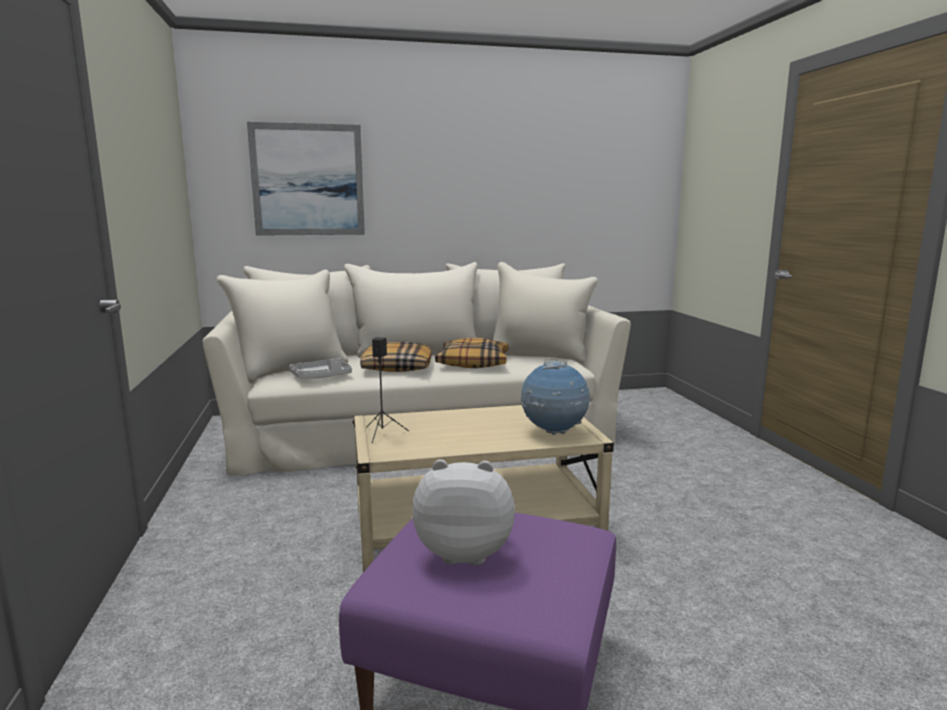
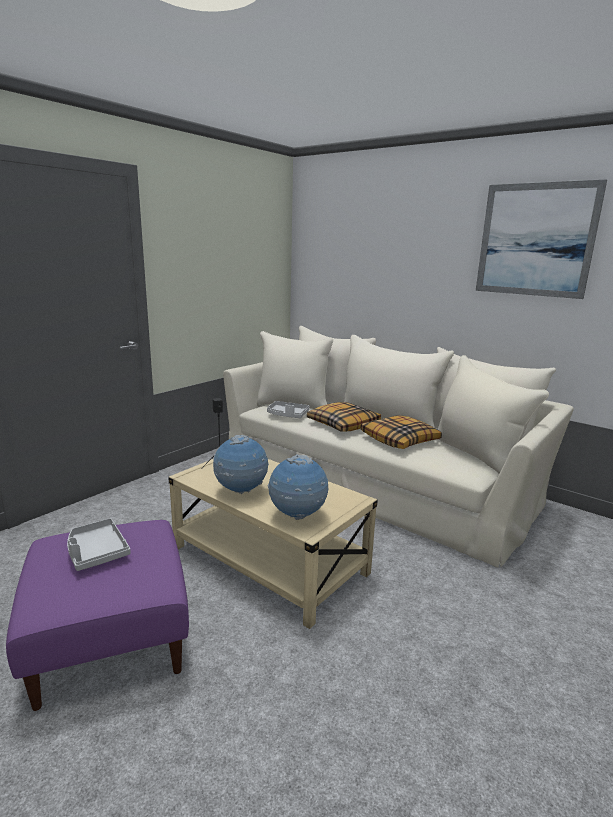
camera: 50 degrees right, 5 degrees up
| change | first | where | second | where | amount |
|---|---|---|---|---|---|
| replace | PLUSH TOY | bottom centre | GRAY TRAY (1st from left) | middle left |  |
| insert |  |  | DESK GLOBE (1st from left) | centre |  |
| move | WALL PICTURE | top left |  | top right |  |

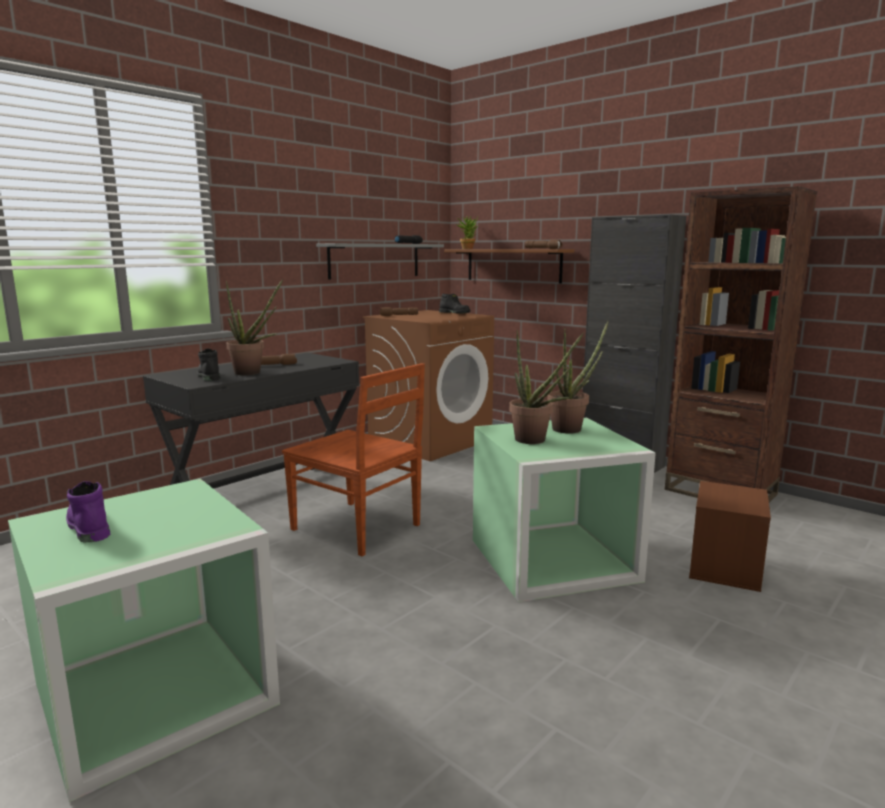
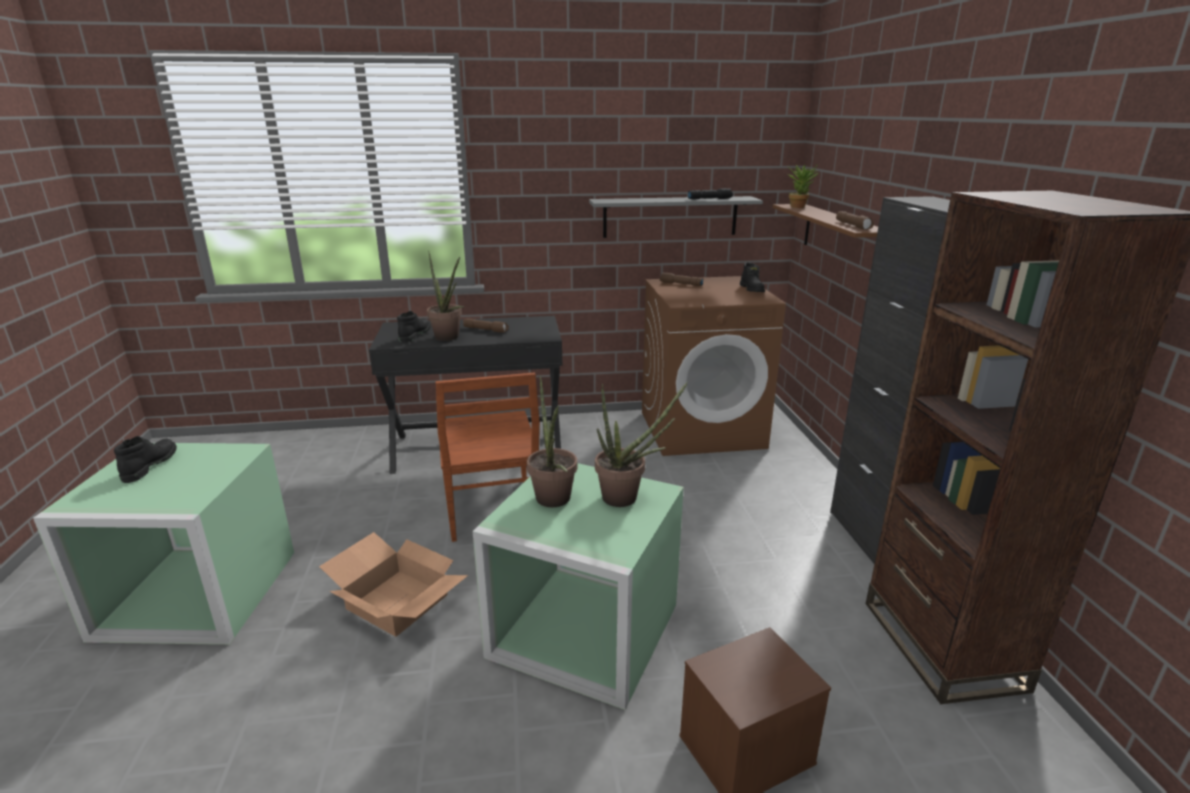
camera: 40 degrees right, 10 degrees up
| change | first | where | second | where | amount |
|---|---|---|---|---|---|
| recolor | PURPLE-COLOURED TALL BOOT | middle left | BLACK TALL BOOT (1st from left) | middle left |  |
| insert |  |  | PACKING BOX | bottom left |  |

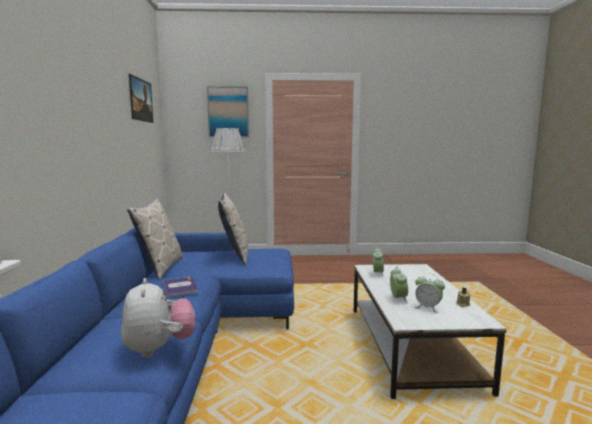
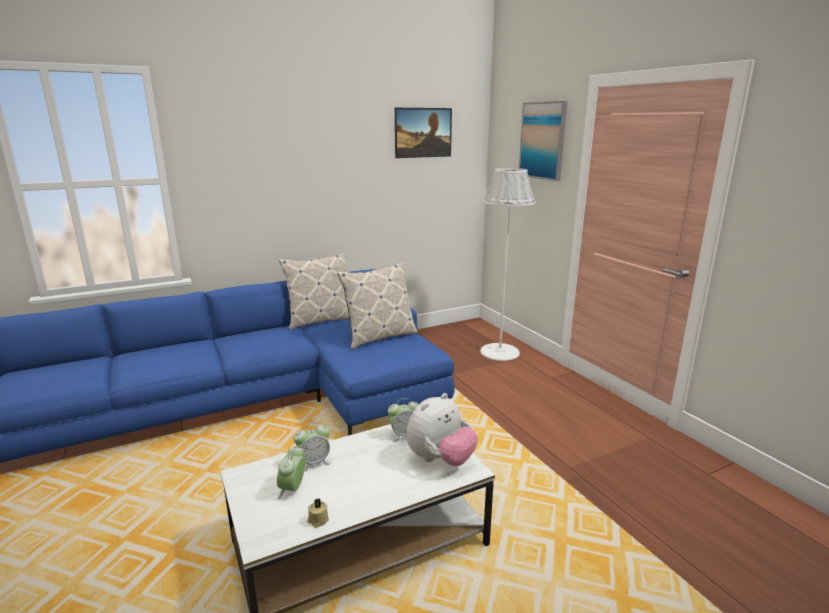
camera: 65 degrees right, 10 degrees up
| change | first | where | second | where | amount |
|---|---|---|---|---|---|
| move | PLUSH TOY | bottom left |  | bottom centre |  |
| delete | BOOK | bottom left |  |  |  |

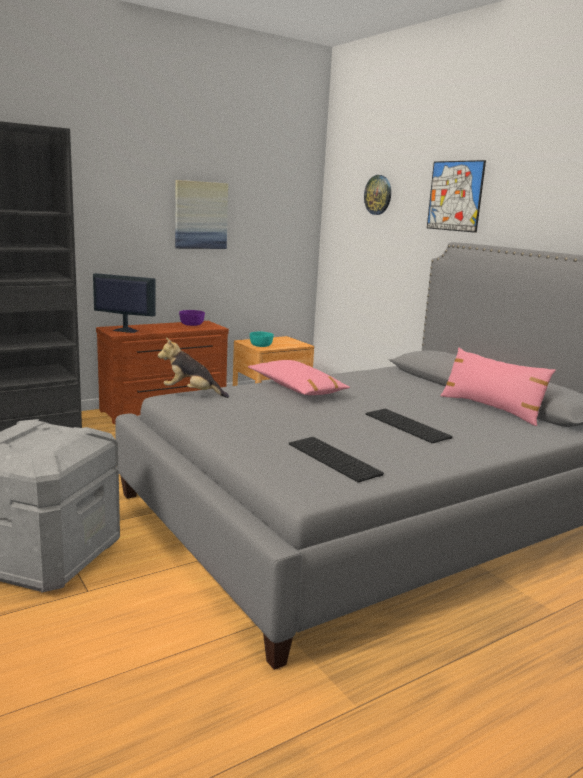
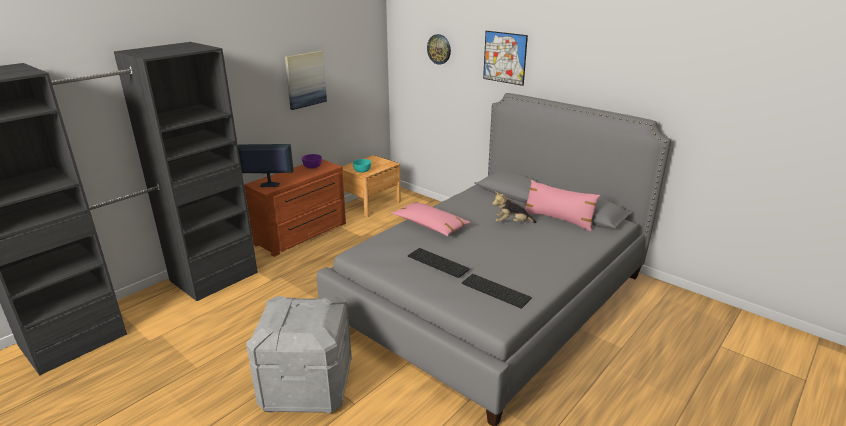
camera: 15 degrees left, 10 degrees up
| change | first | where | second | where | amount |
|---|---|---|---|---|---|
| move | COMPUTER KEYBOARD (2nd from left in the first image) | middle right | COMPUTER KEYBOARD (1st from left) | centre |  |
| move | PLUSH TOY | middle left |  | centre |  |

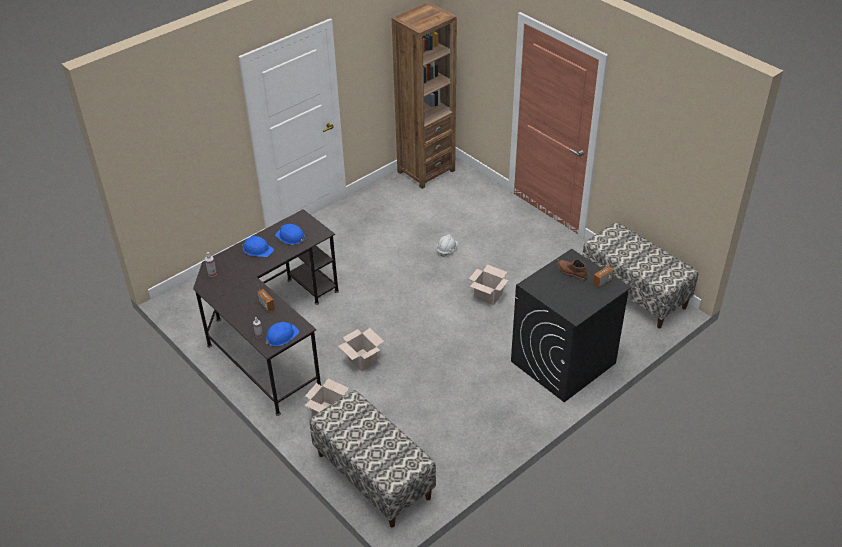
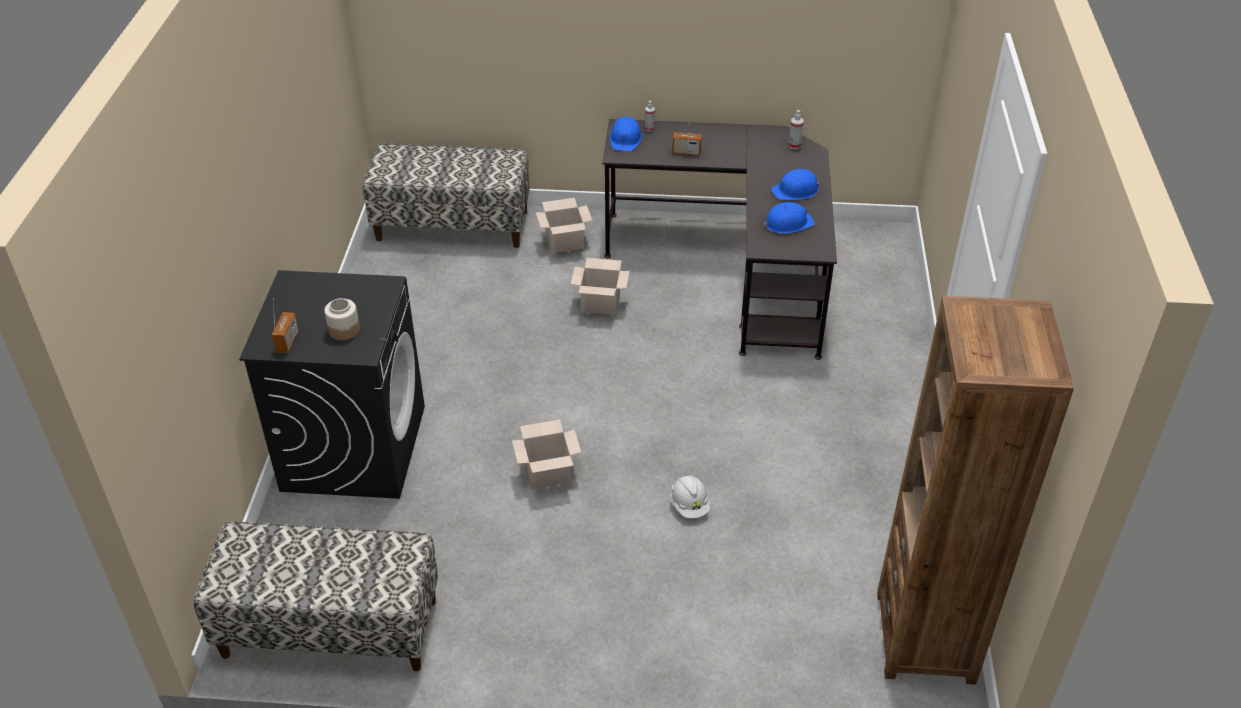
camera: 135 degrees right, 0 degrees up
| change | first | where | second | where | amount |
|---|---|---|---|---|---|
| replace | BROWNISH TALL BOOT | middle right | STORAGE JAR | middle left |  |

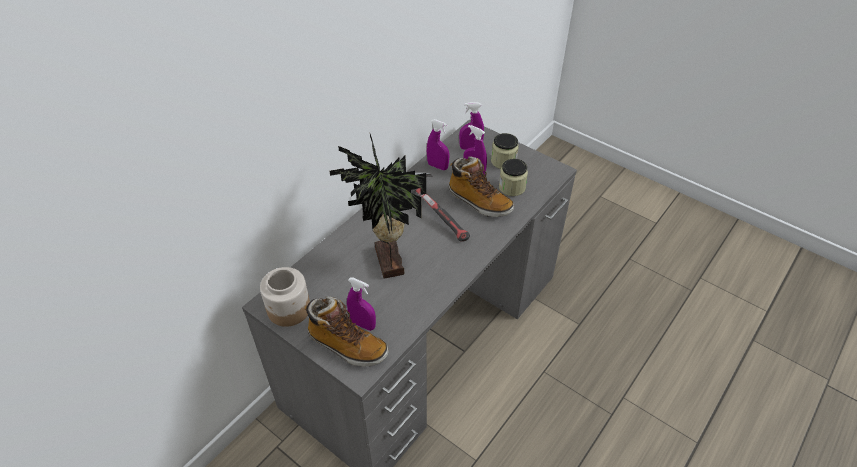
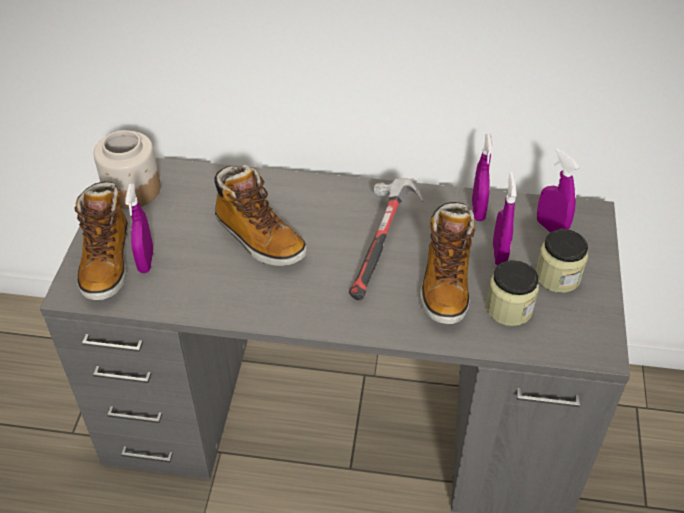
camera: 60 degrees right, 0 degrees up
| change | first | where | second | where | amount |
|---|---|---|---|---|---|
| replace | POTTED PLANT | centre | TALL BOOT (2nd from left) | centre |  |

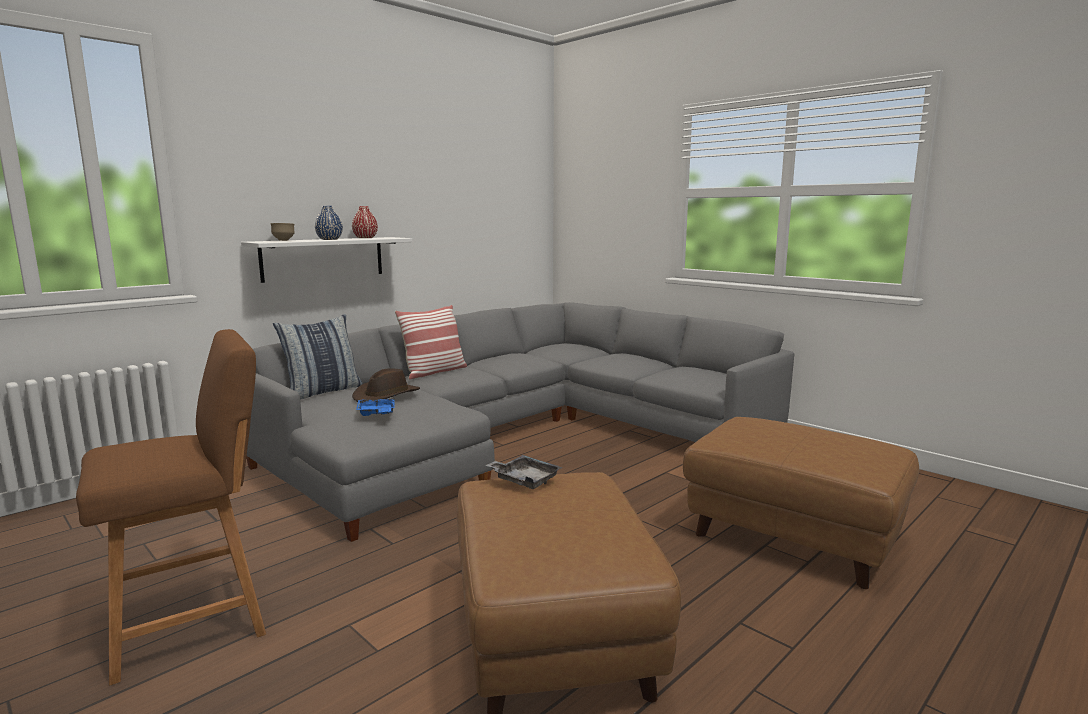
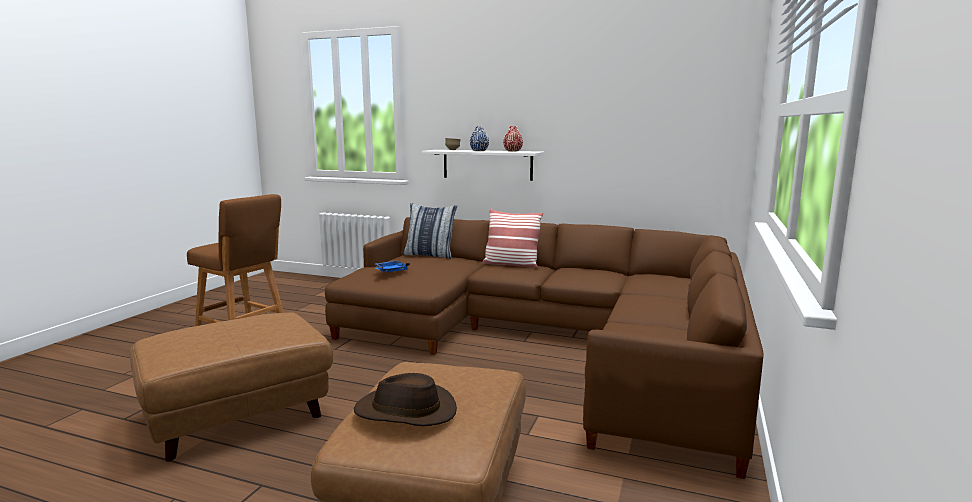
camera: 65 degrees right, 0 degrees up
| change | first | where | second | where | amount |
|---|---|---|---|---|---|
| recolor | GRAY SETTEE | centre | BROWNISH SETTEE | bottom centre |  |
| move | BROWNISH HAT | centre |  | bottom centre |  |
| delete | GRAY TRAY | centre |  |  |  |

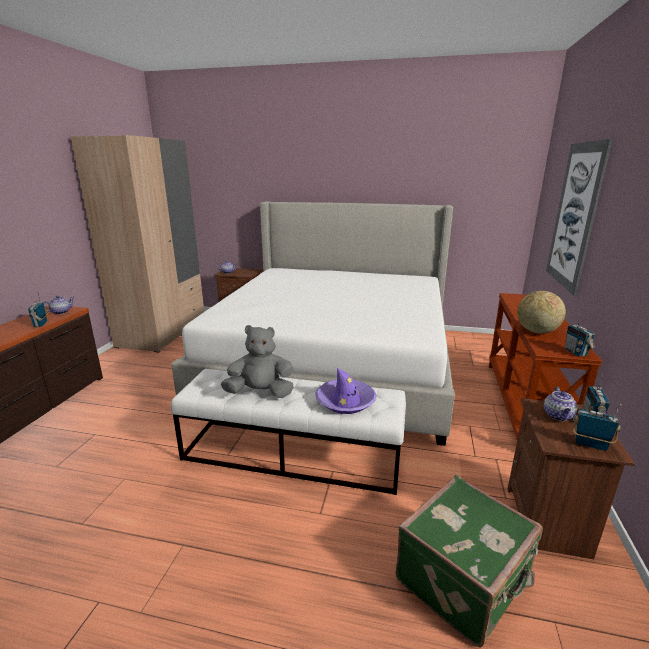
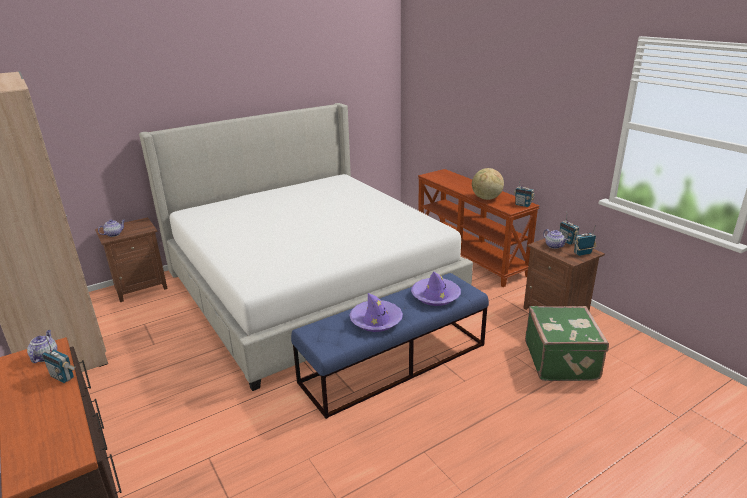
camera: 45 degrees left, 5 degrees up
| change | first | where | second | where | amount |
|---|---|---|---|---|---|
| recolor | WHITISH INDOOR BENCH | centre | BLUE-COLOURED INDOOR BENCH | bottom centre |  |
| replace | GRAY PLUSH TOY | centre | PURPLE-COLOURED HAT (1st from left) | centre |  |
| delete | WALL PICTURE | middle right |  |  |  |

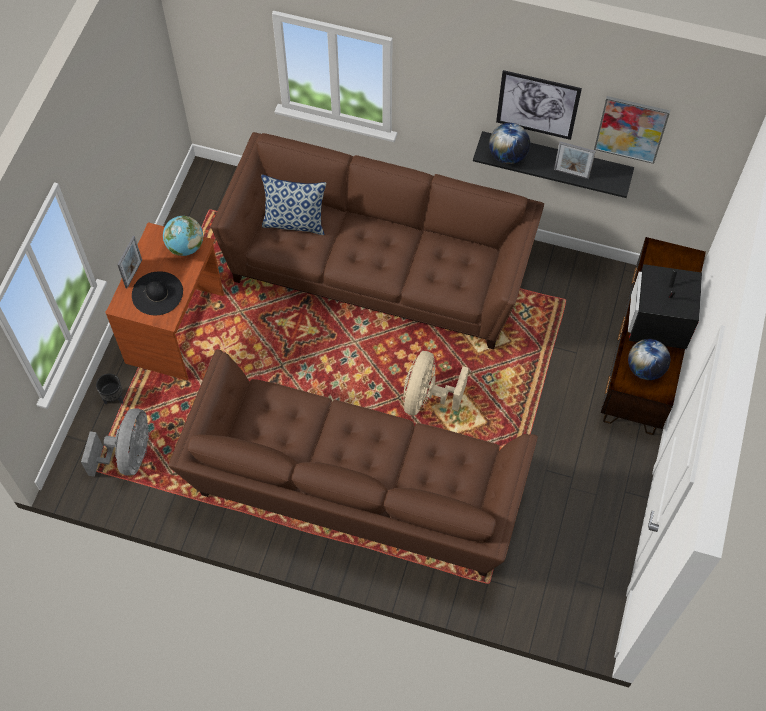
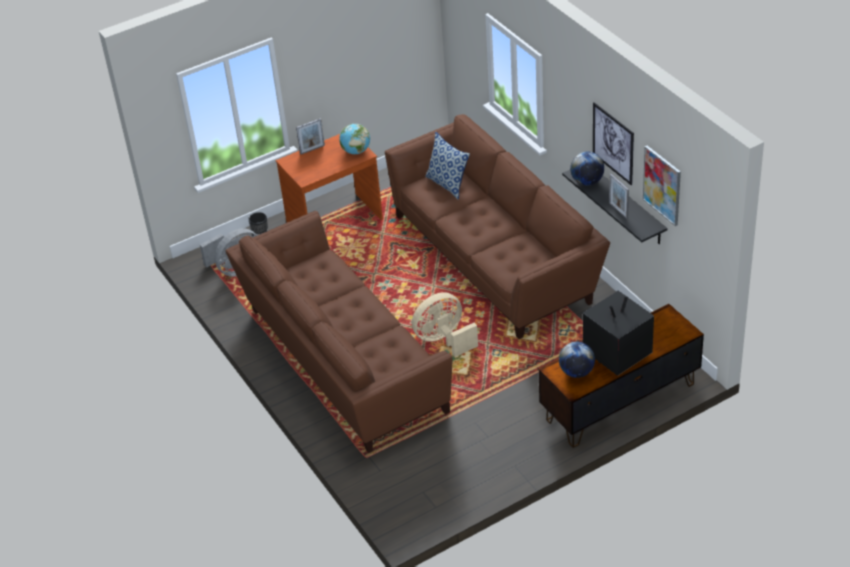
camera: 45 degrees right, 20 degrees down
| change | first | where | second | where | amount |
|---|---|---|---|---|---|
| delete | BLACK HAT | middle left |  |  |  |

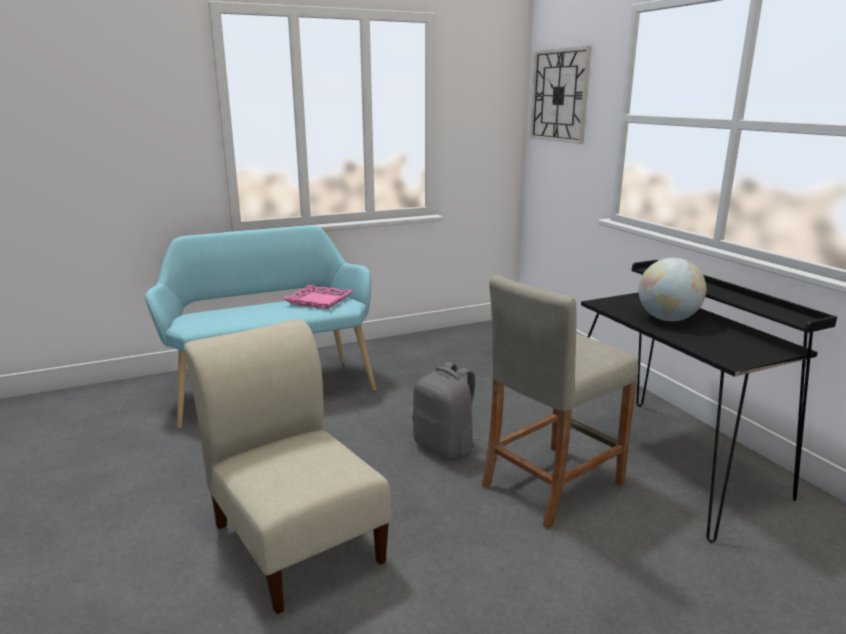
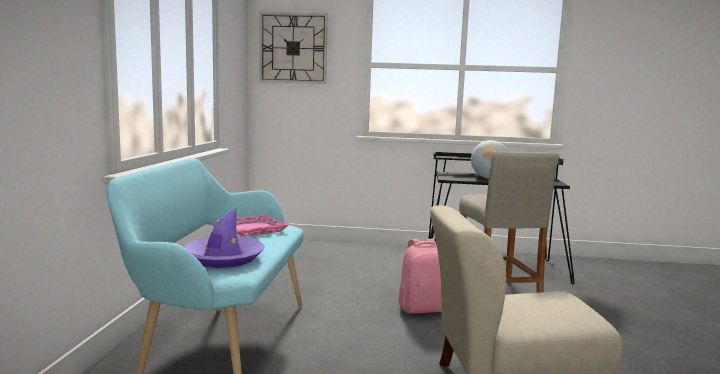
camera: 60 degrees left, 10 degrees down
| change | first | where | second | where | amount |
|---|---|---|---|---|---|
| insert |  |  | PURPLE-COLOURED HAT | middle left |  |
| recolor | GRAY KNAPSACK | centre | PINK KNAPSACK | bottom centre |  |

